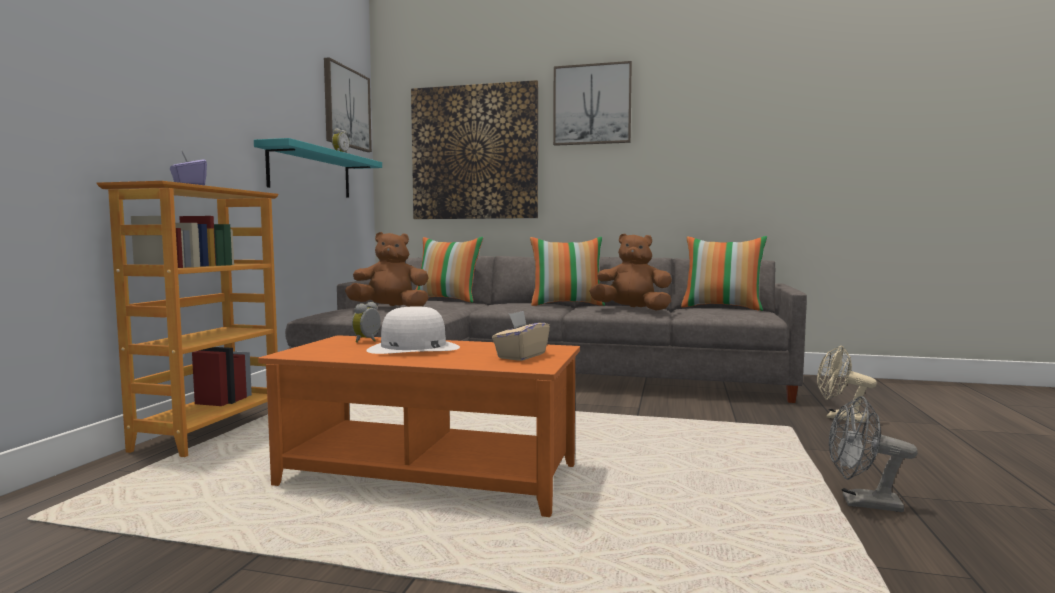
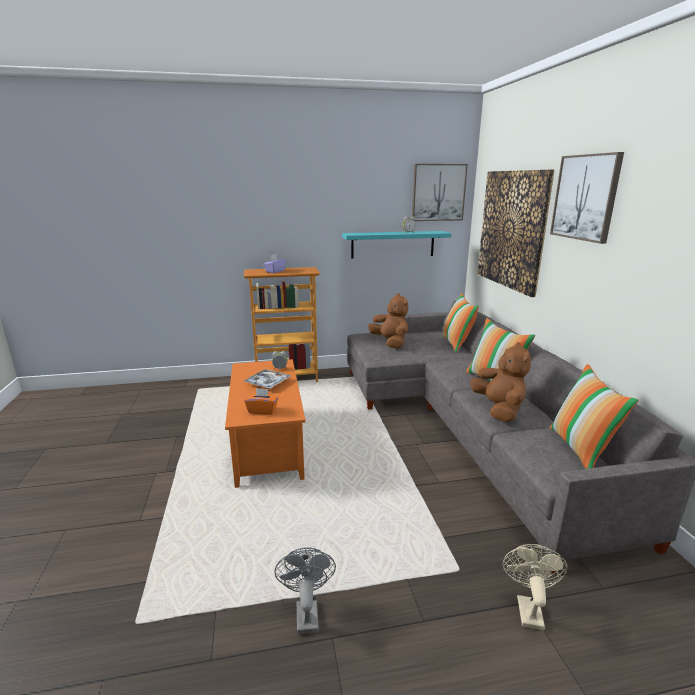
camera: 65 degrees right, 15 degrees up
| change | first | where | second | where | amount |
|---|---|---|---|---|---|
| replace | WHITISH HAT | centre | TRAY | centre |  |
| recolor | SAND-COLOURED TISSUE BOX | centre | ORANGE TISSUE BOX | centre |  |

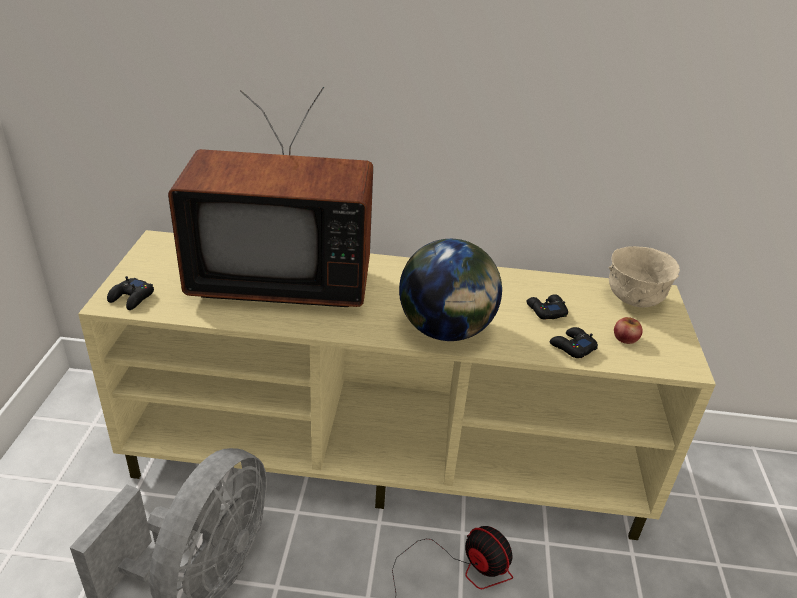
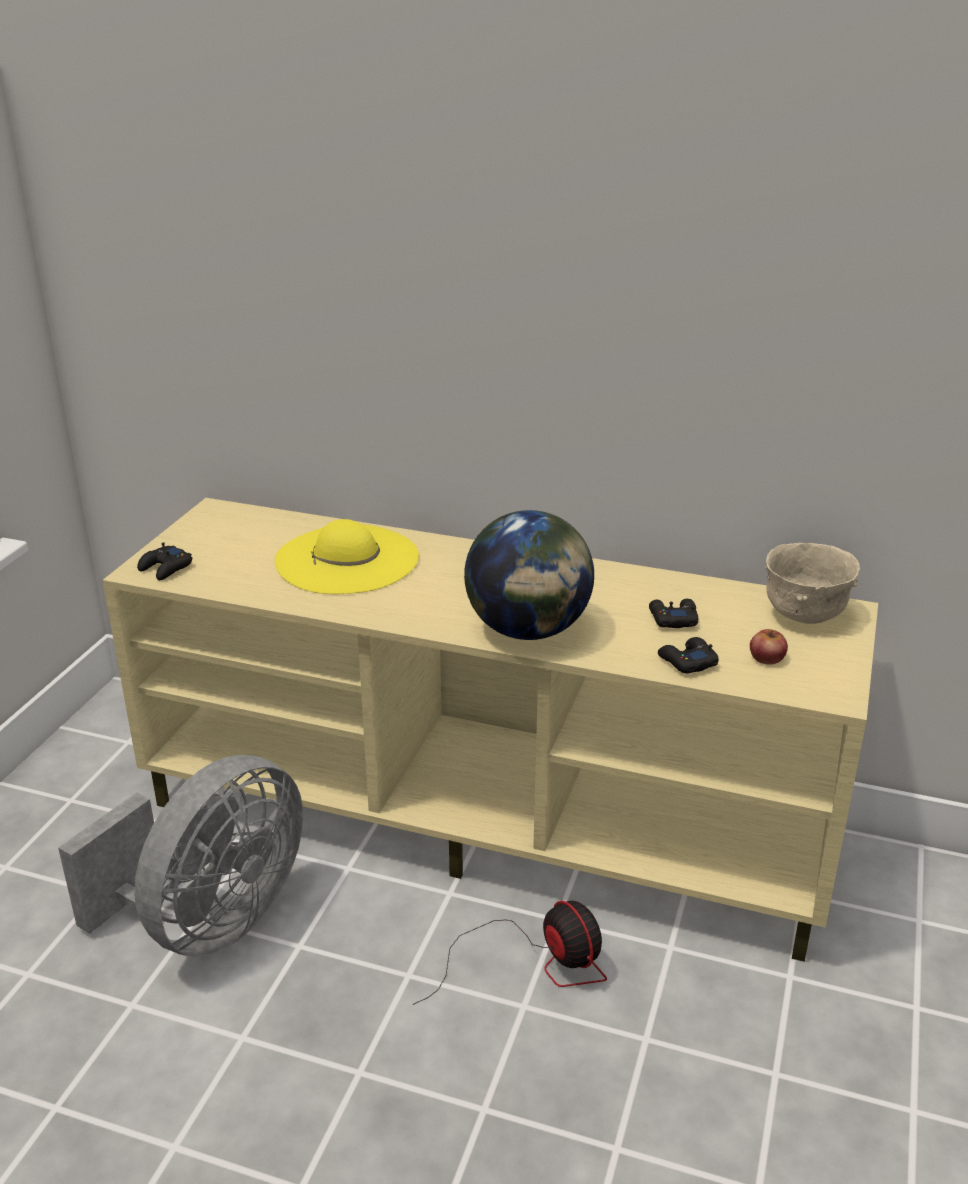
camera: 15 degrees right, 5 degrees down
| change | first | where | second | where | amount |
|---|---|---|---|---|---|
| replace | TV | top centre | YELLOW-COLOURED HAT | centre |  |

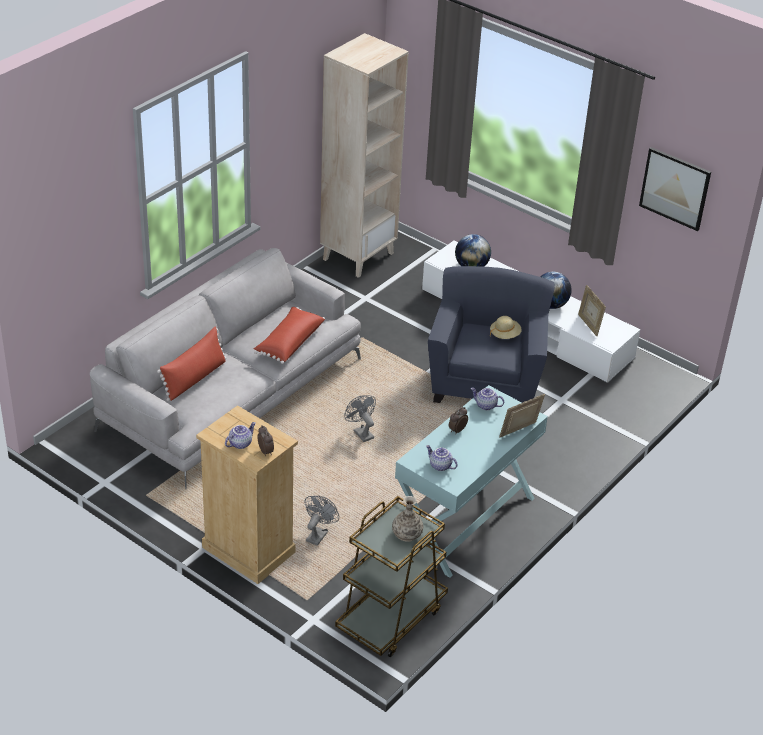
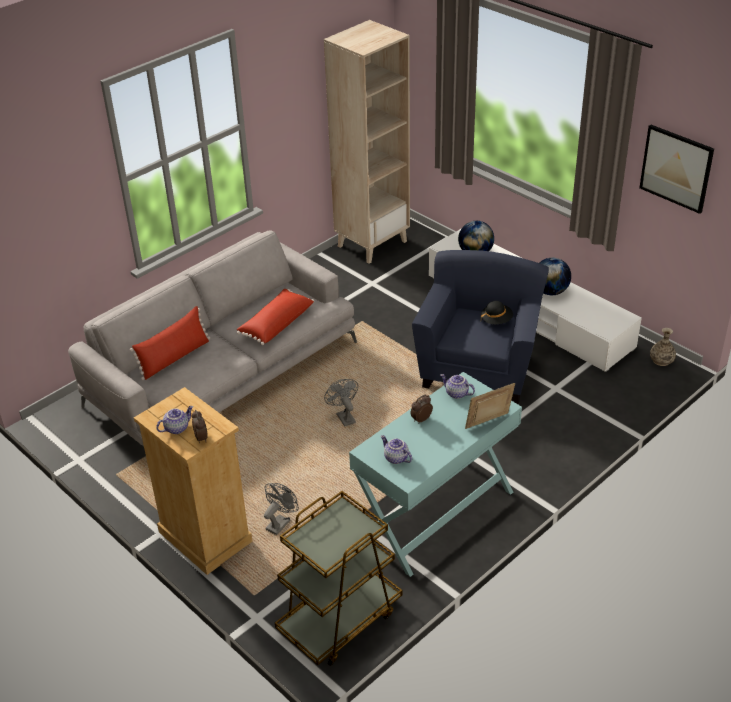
camera: 10 degrees right, 0 degrees up
| change | first | where | second | where | amount |
|---|---|---|---|---|---|
| recolor | SAND-COLOURED HAT | centre | BLACK HAT | middle right |  |
| move | DECORATIVE VASE | bottom centre |  | middle right |  |
| delete | STANDING FRAME (2nd from left) | middle right |  |  |  |

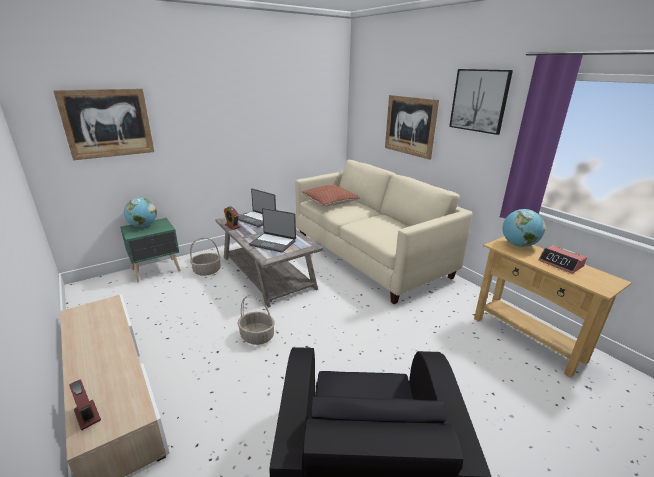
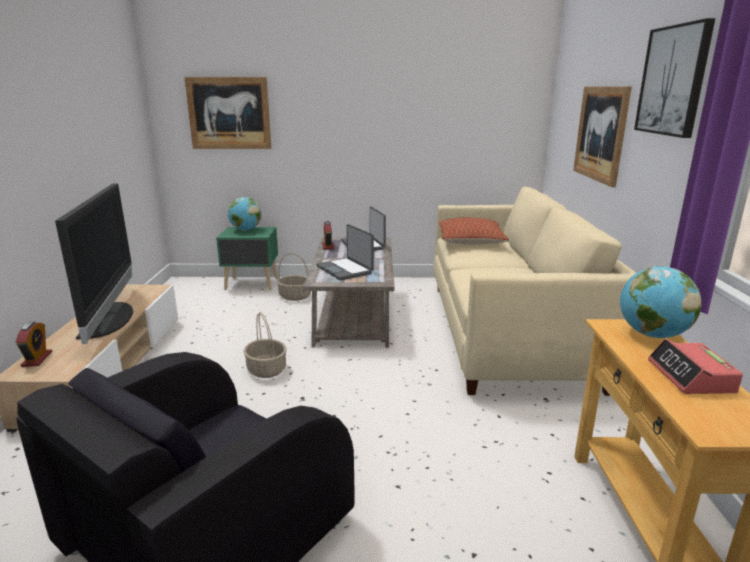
camera: 35 degrees right, 5 degrees down
| change | first | where | second | where | amount |
|---|---|---|---|---|---|
| insert |  |  | TV | middle left |  |

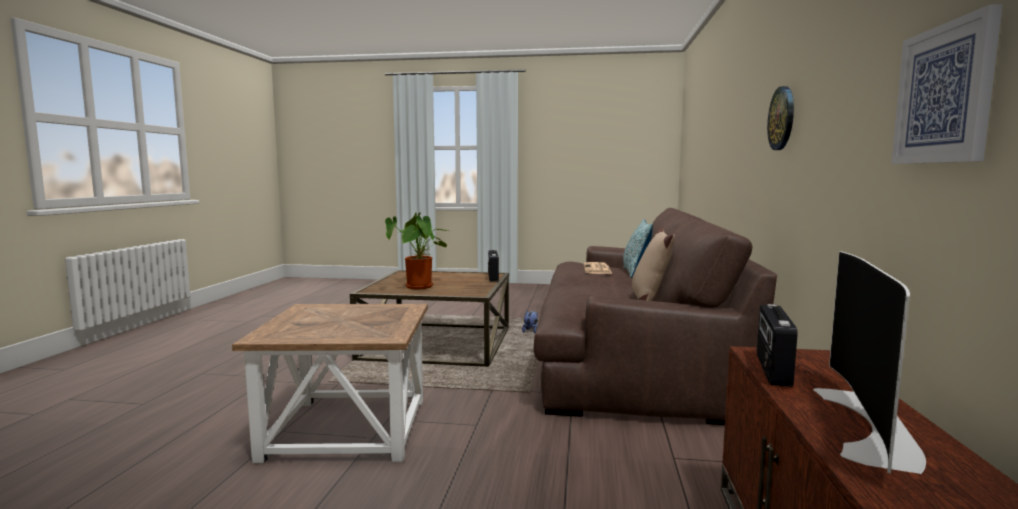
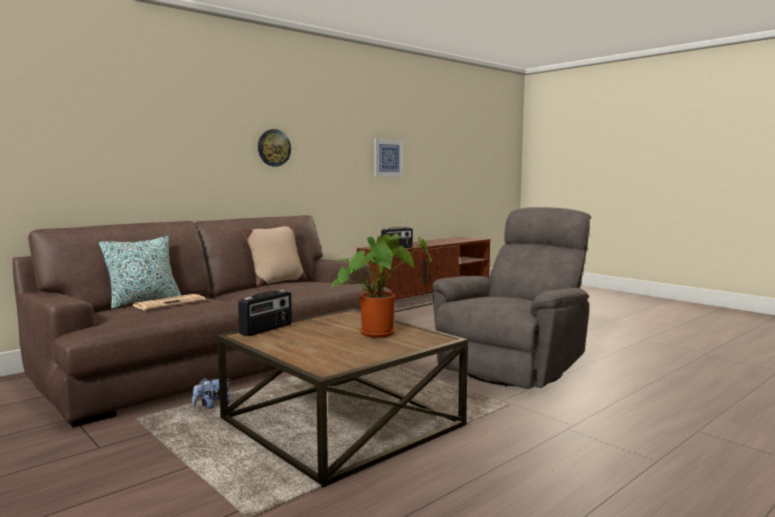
camera: 140 degrees left, 0 degrees up
| change | first | where | second | where | amount |
|---|---|---|---|---|---|
| replace | BROWNISH ACCENT TABLE | bottom left | GRAY EASY CHAIR | centre |  |
| delete | TV | bottom right |  |  |  |

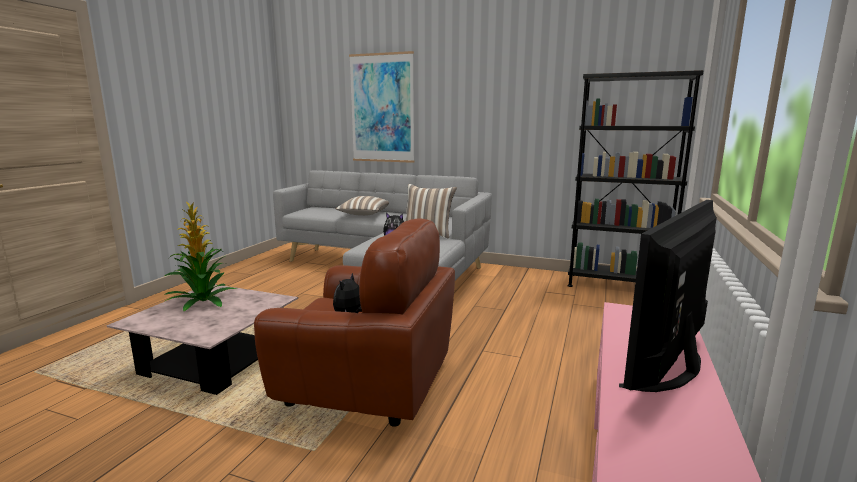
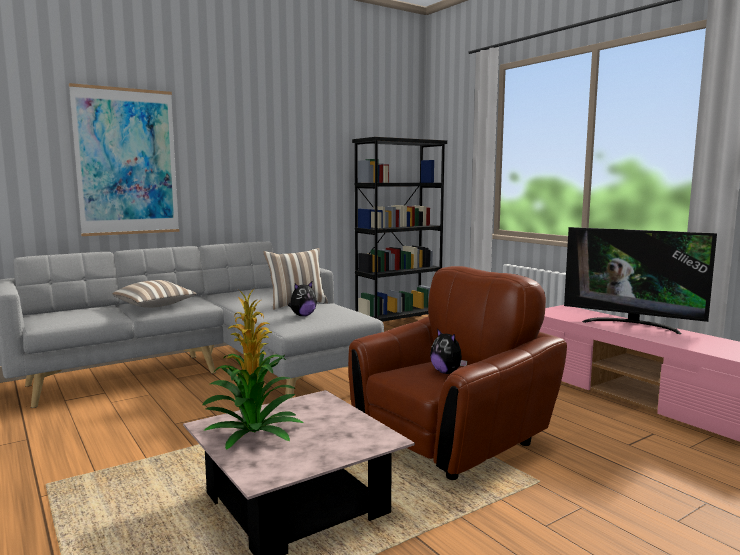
camera: 55 degrees left, 5 degrees down
| change | first | where | second | where | amount |
|---|---|---|---|---|---|
| rotate | TV | middle right |  | middle right | 45 degrees counterclockwise |

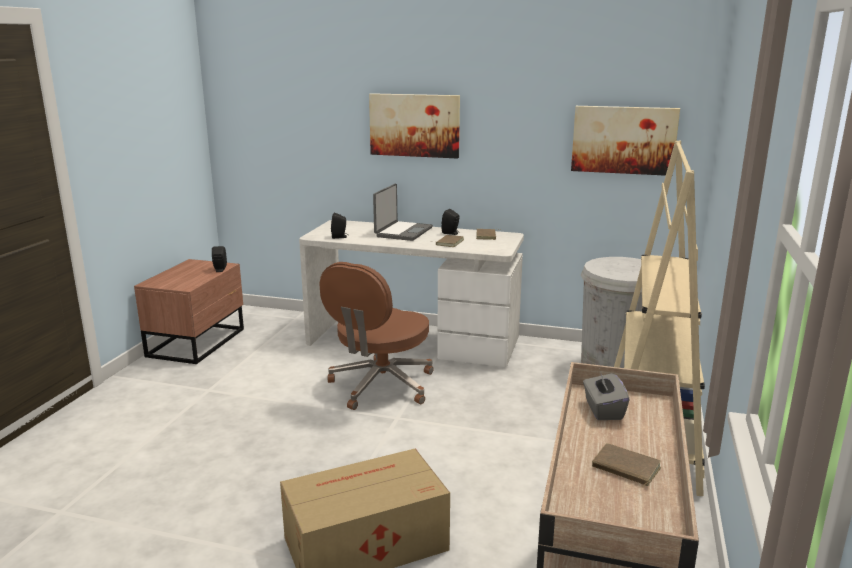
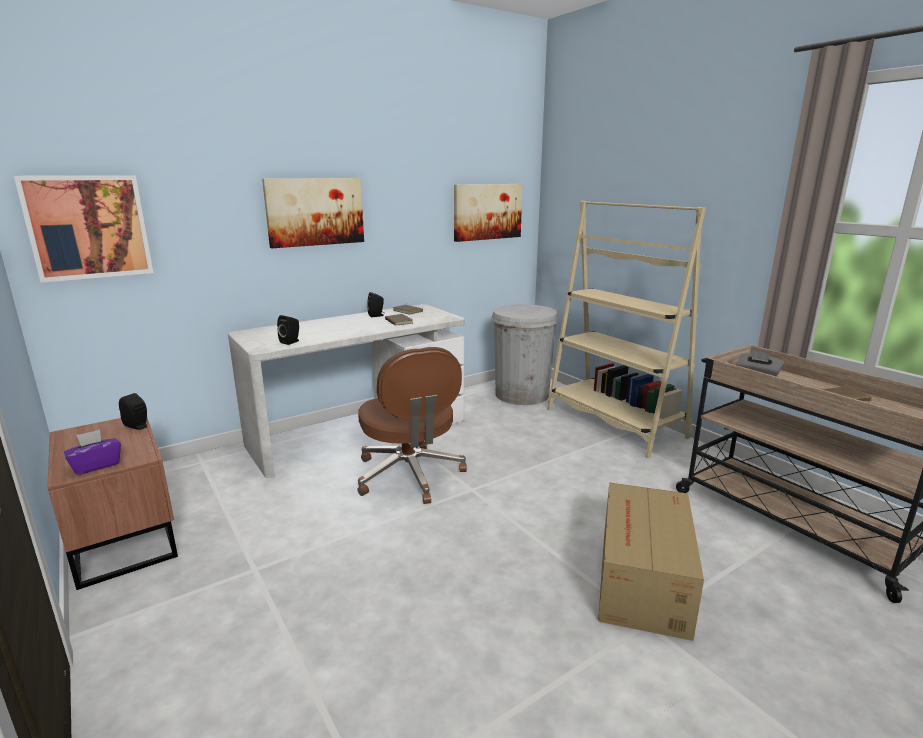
camera: 50 degrees left, 0 degrees up
| change | first | where | second | where | amount |
|---|---|---|---|---|---|
| insert |  |  | WALL PICTURE (1st from left) | top left |  |
| insert |  |  | PURPLE-COLOURED TISSUE BOX | middle left |  |
| delete | PORTABLE COMPUTER | centre |  |  |  |

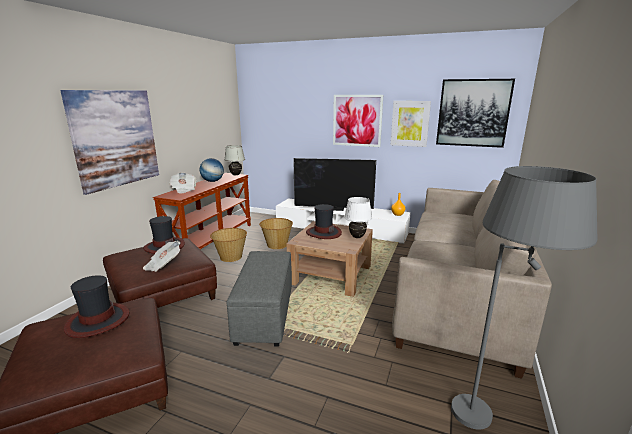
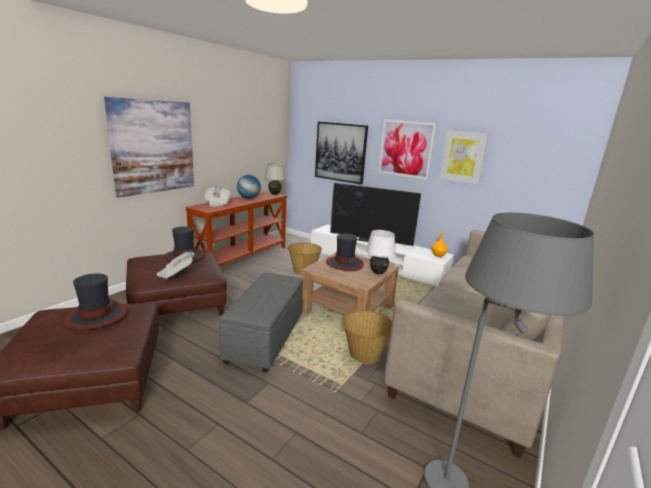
camera: 10 degrees right, 0 degrees up
| change | first | where | second | where | amount |
|---|---|---|---|---|---|
| move | WALL PICTURE (4th from left in the first image) | top right | WALL PICTURE (2nd from left) | top centre |  |
| move | HOUSEHOLD BASKET (1st from left in the first image) | centre | HOUSEHOLD BASKET (2nd from left) | bottom centre |  |

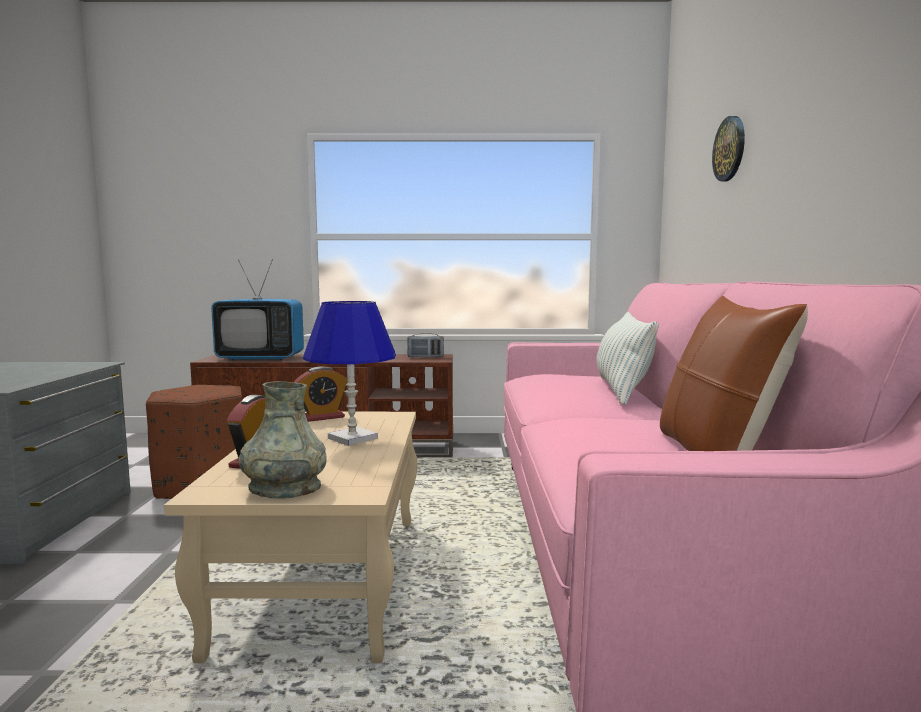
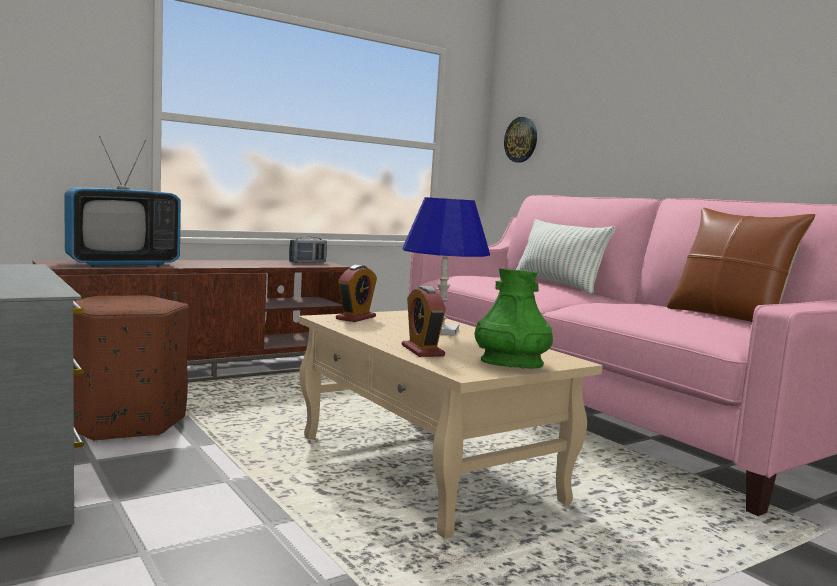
camera: 35 degrees left, 0 degrees up
| change | first | where | second | where | amount |
|---|---|---|---|---|---|
| recolor | GRAY DECORATIVE VASE | middle left | GREENISH DECORATIVE VASE | centre |  |
| move | CLOCK ON THE WALL | top right |  | top centre |  |

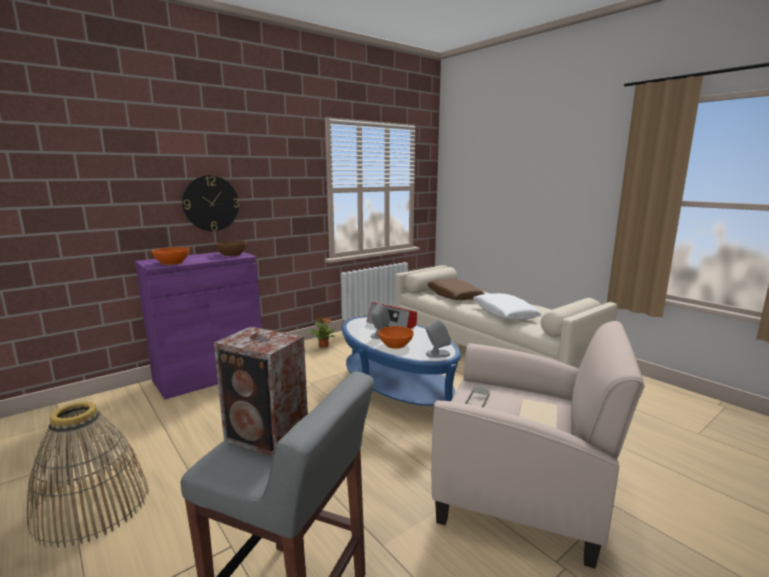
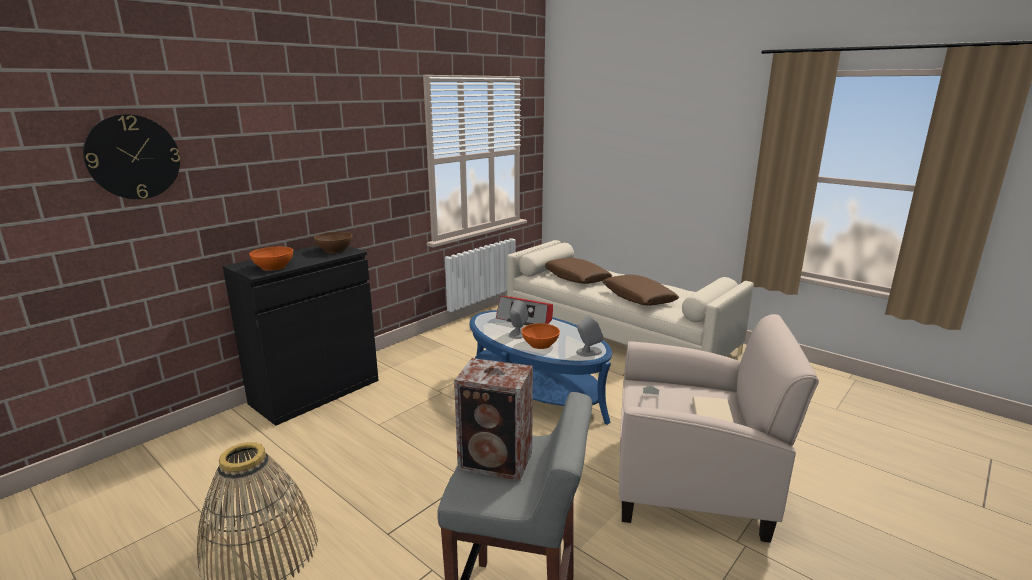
camera: 10 degrees left, 5 degrees up
| change | first | where | second | where | amount |
|---|---|---|---|---|---|
| move | CLOCK ON THE WALL | middle left |  | top left |  |
| recolor | PURPLE-COLOURED CUPBOARD | middle left | BLACK CUPBOARD | middle left |  |
| recolor | WHITISH THROW PILLOW | centre | BROWNISH THROW PILLOW (2nd from left) | centre |  |
| delete | POTTED PLANT | centre |  |  |  |

